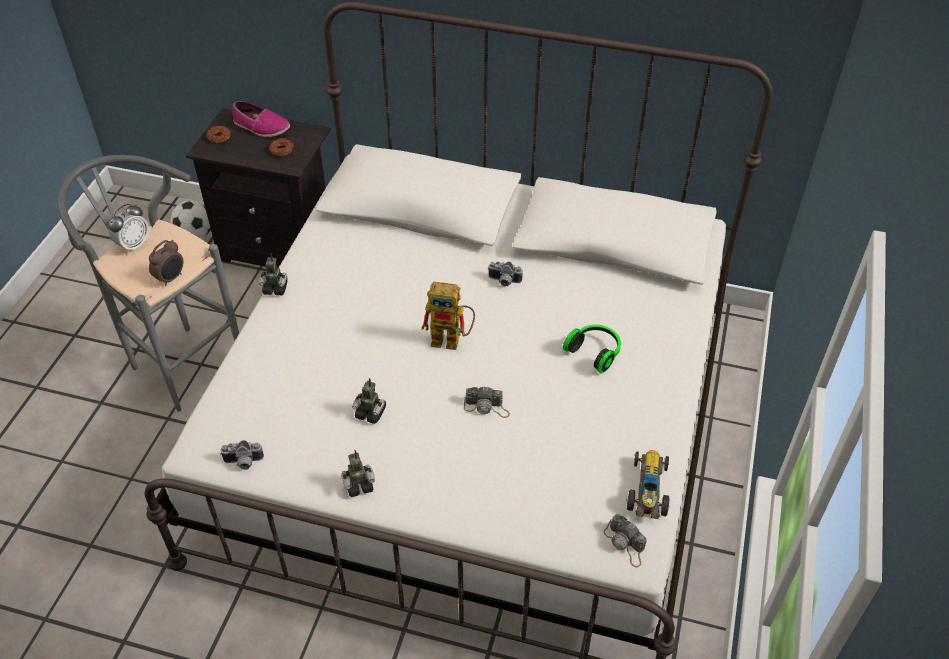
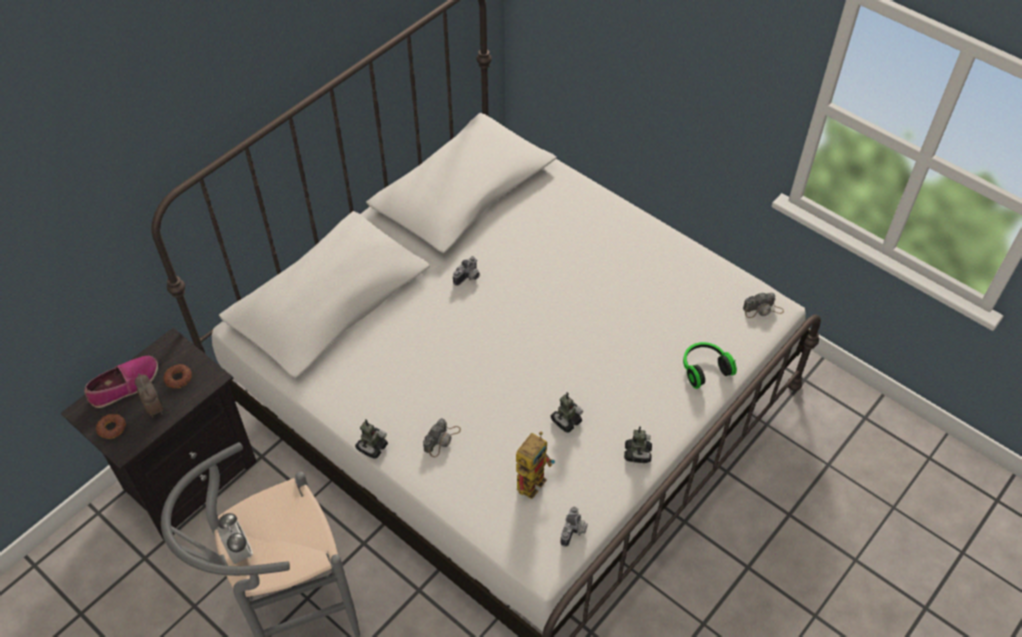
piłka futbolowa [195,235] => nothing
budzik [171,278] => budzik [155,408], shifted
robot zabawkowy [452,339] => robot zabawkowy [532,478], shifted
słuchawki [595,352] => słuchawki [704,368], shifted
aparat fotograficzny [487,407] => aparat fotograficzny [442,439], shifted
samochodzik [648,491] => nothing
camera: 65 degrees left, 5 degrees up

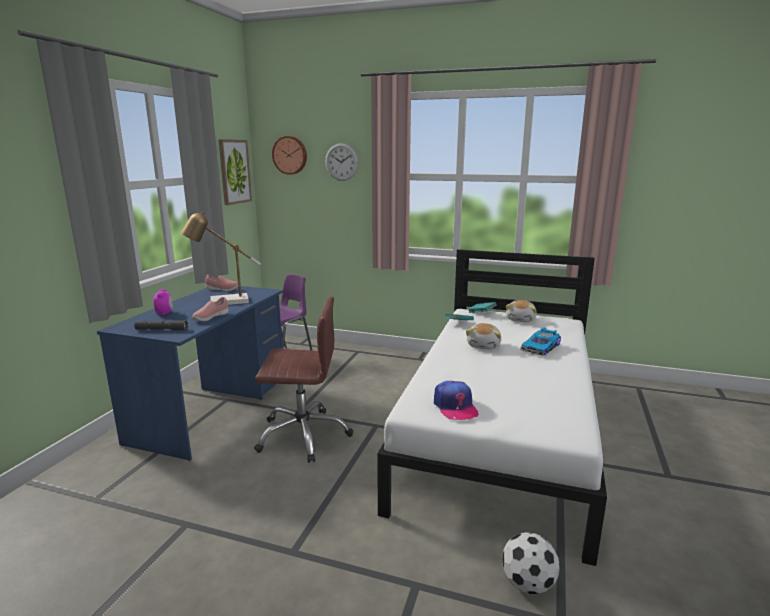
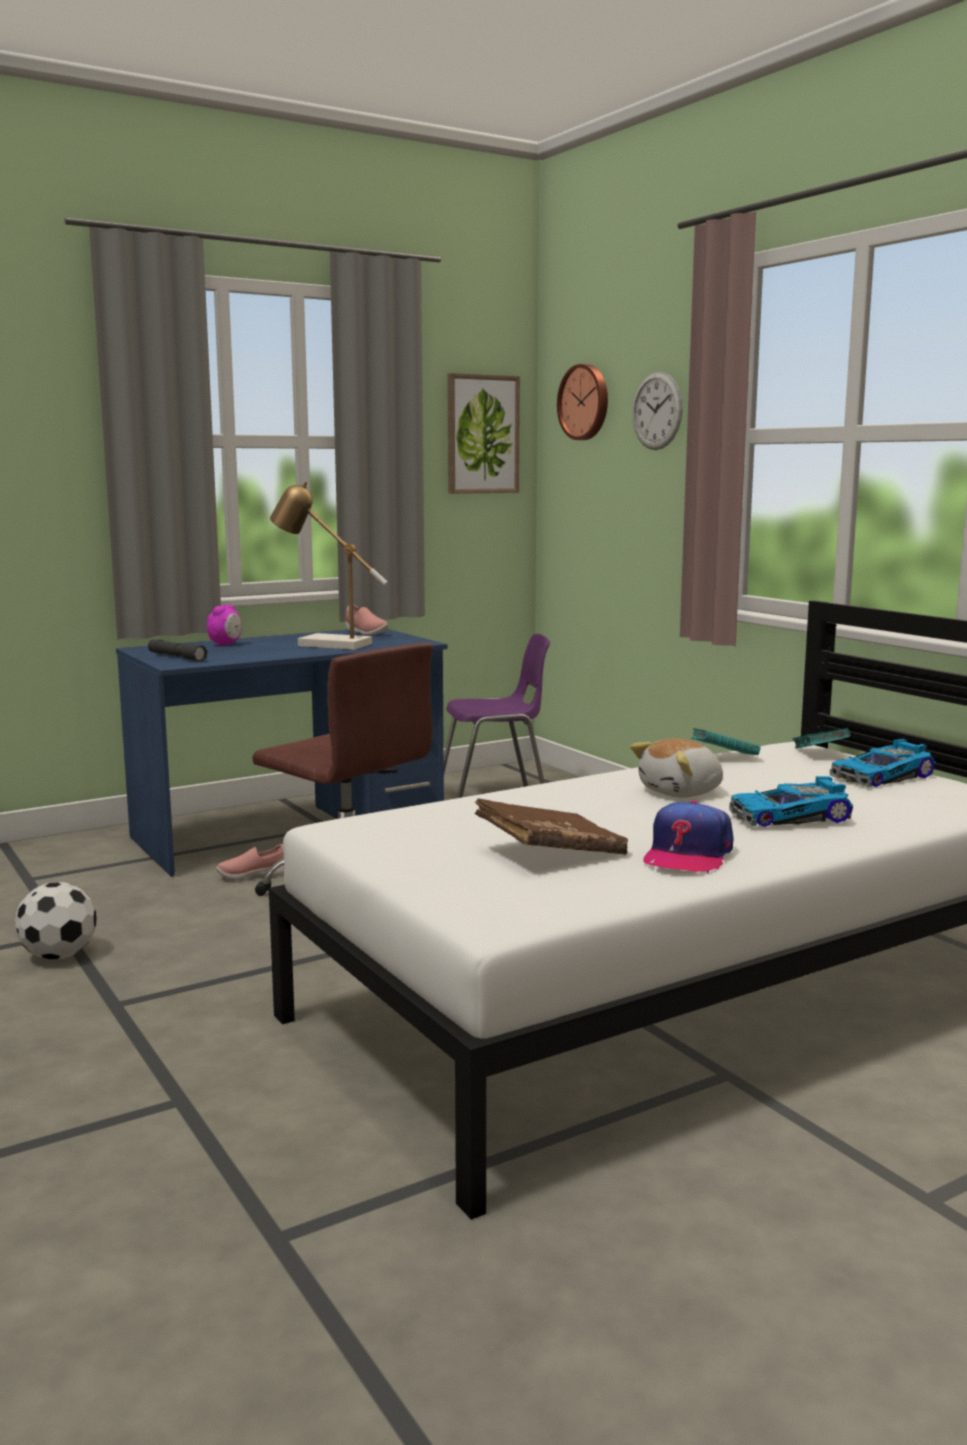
but [różowy] [210,318] => but [różowy] [253,876], shifted
pluszak [521,319] => samochodzik [883,777]
czapka z daszkiem [455,407] => czapka z daszkiem [687,855], shifted
piłka futbolowa [527,583] => piłka futbolowa [59,955], shifted
nothing => książka [brązowy] [551,851]
camera: 40 degrees right, 5 degrees down

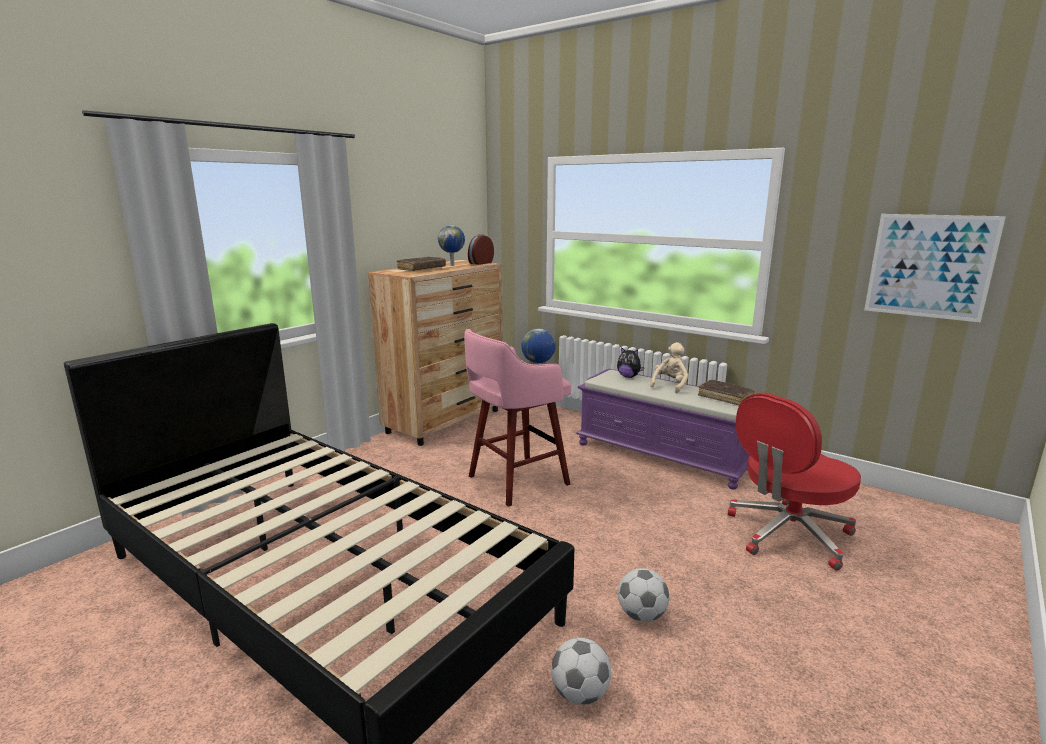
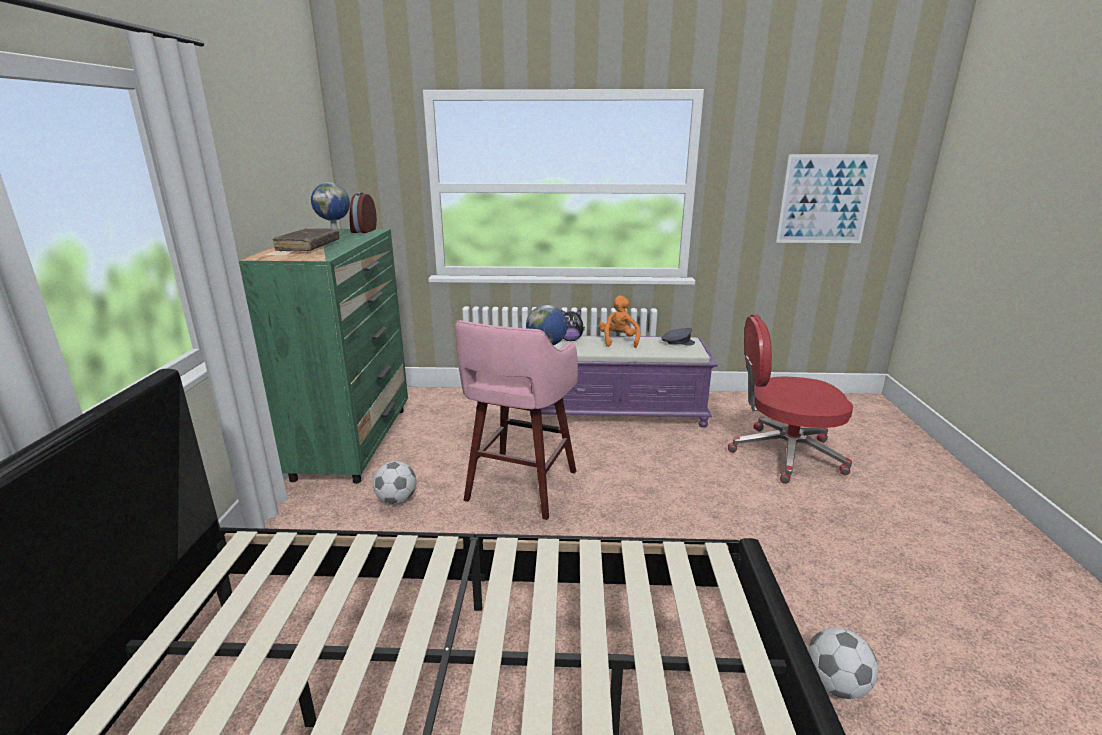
komoda [brązowy] [445,421] => komoda [zielony] [354,441]
pluszak [beżowy] [670,385] => pluszak [pomarańczowy] [618,341]
książka [brązowy] [725,397] => czapka z daszkiem [szary] [677,342]
krzesło biurowe [czerwony] [787,534] => krzesło biurowe [czerwony] [784,454], 75 degrees clockwise
piłka futbolowa [641,615] => piłka futbolowa [396,500], shifted
camera: 35 degrees left, 5 degrees up

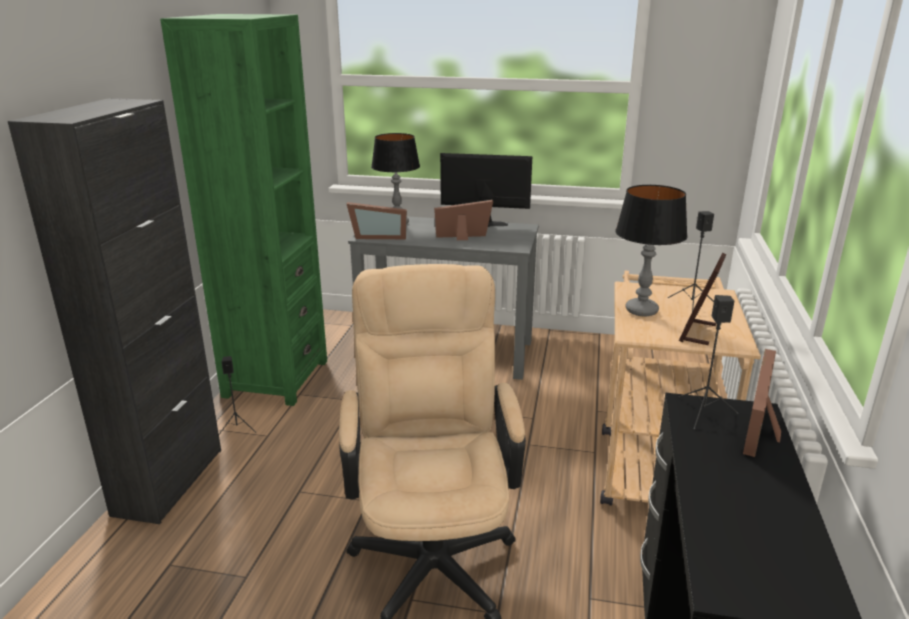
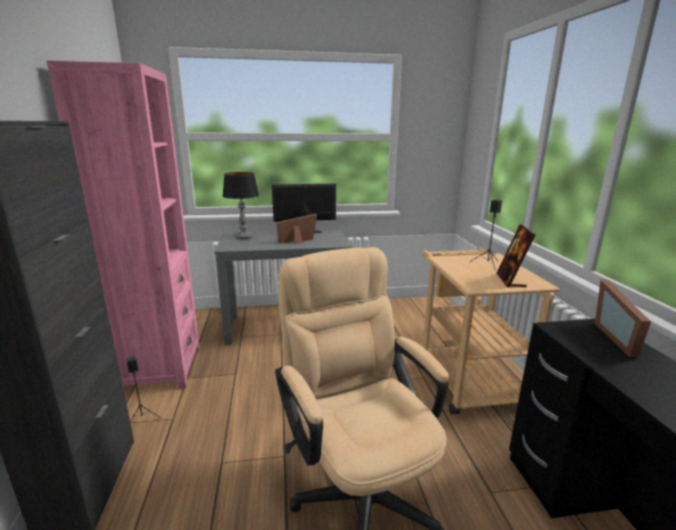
regał [zielony] [276,378] => regał [różowy] [162,368]
lampa stołowa [641,310] => nothing
ramka na zdjęcie [378,236] => nothing
głośnik [czarny] [703,413] => nothing
camera: 20 degrees left, 5 degrees down

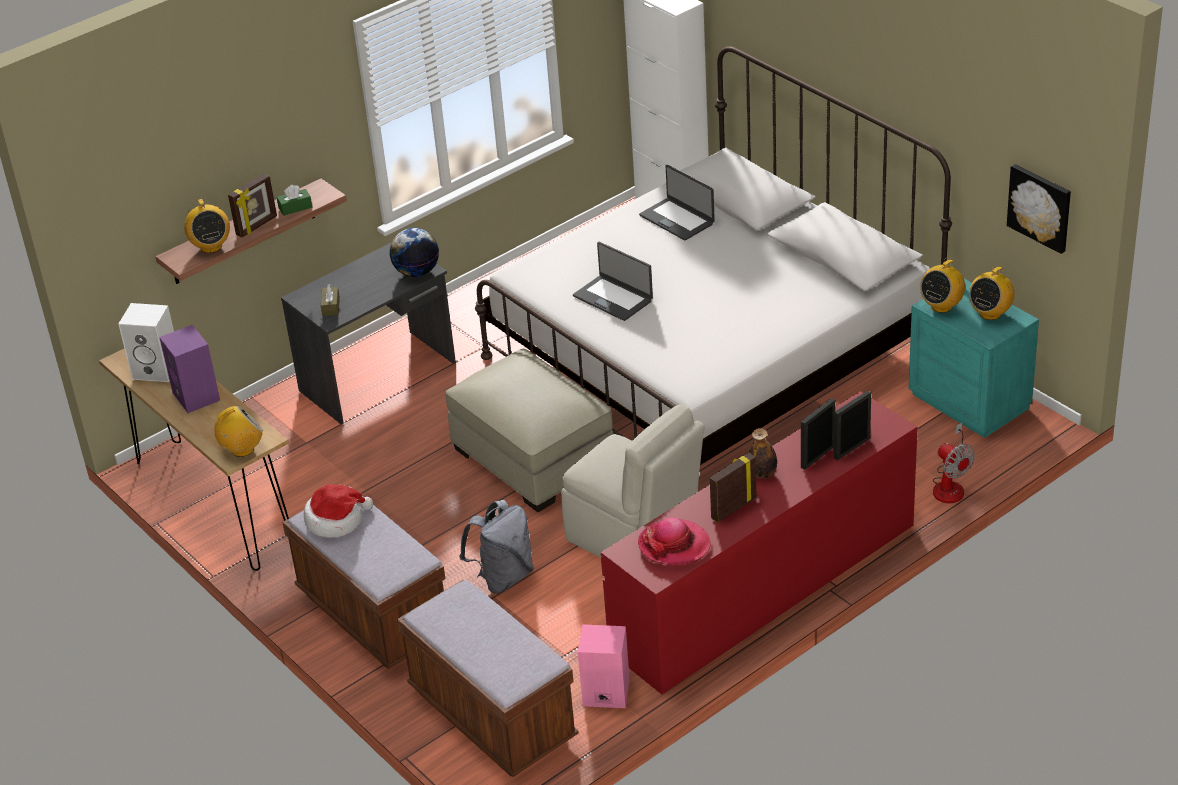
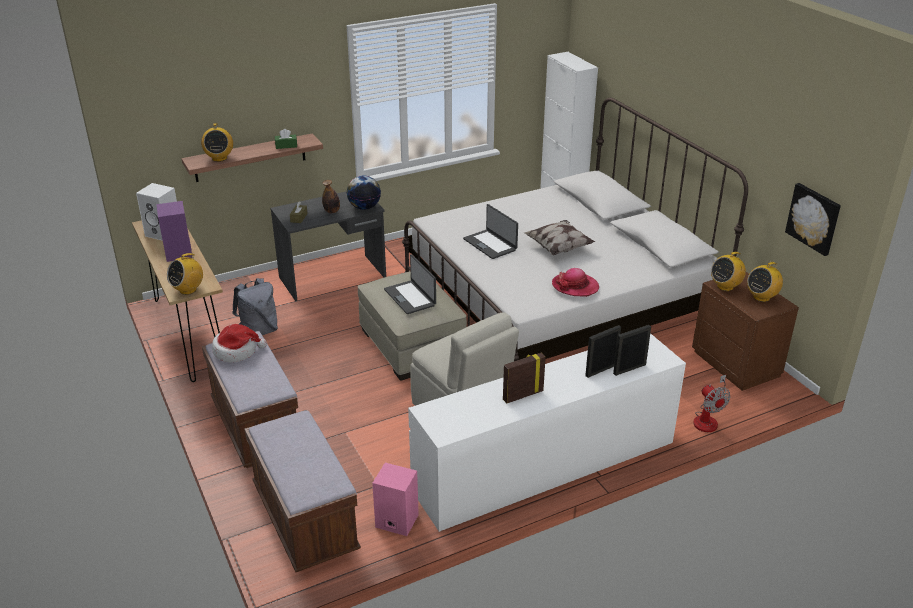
laptop [677,219] => laptop [410,297], shifted
ramka na zdjęcie [257,226] => nothing
szafka nocna [turkusowy] [970,401] => szafka nocna [brązowy] [736,364]
komoda [czerwony] [765,587] => komoda [biały] [546,465]
radio [242,449] => radio [188,290], 150 degrees clockwise
butelka [763,474] => butelka [332,211], shifted
plecak [szary] [503,577] => plecak [szary] [259,331], shifted
kapelusz [674,545] => kapelusz [575,286], shifted
nothing => poduszka [558,247]
camera: 10 degrees right, 5 degrees down

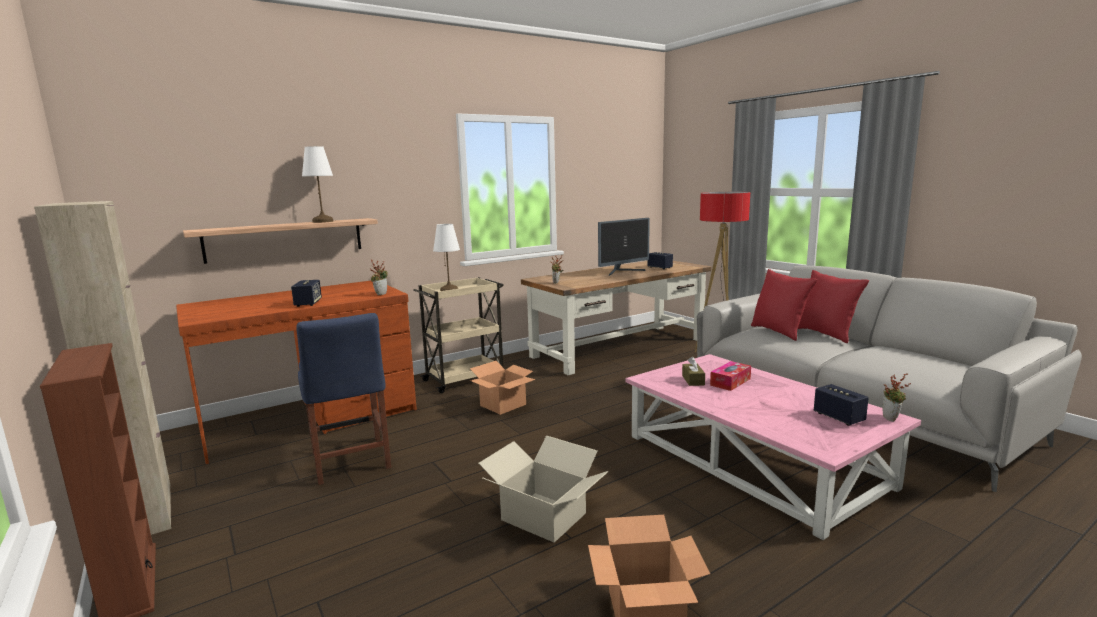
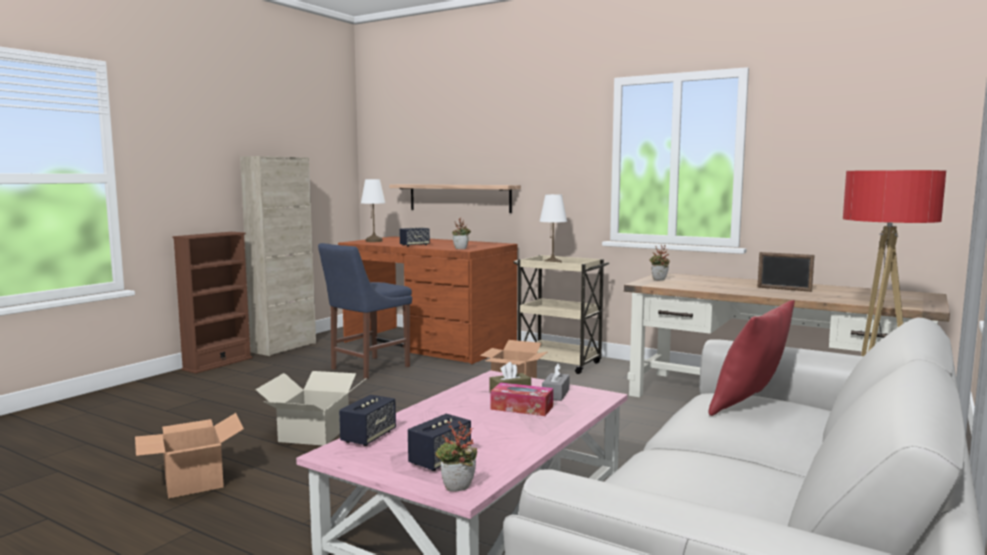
lampa stołowa [biały] [322,221] => lampa stołowa [biały] [374,241], shifted
monitor [622,272] => ramka na zdjęcie [784,289]
głośnik [659,268] => głośnik [368,437], shifted
poduszka [czerwony] [826,334] => nothing
nothing => pudełko chusteczek [szary] [555,394]
camera: 65 degrees right, 5 degrees down

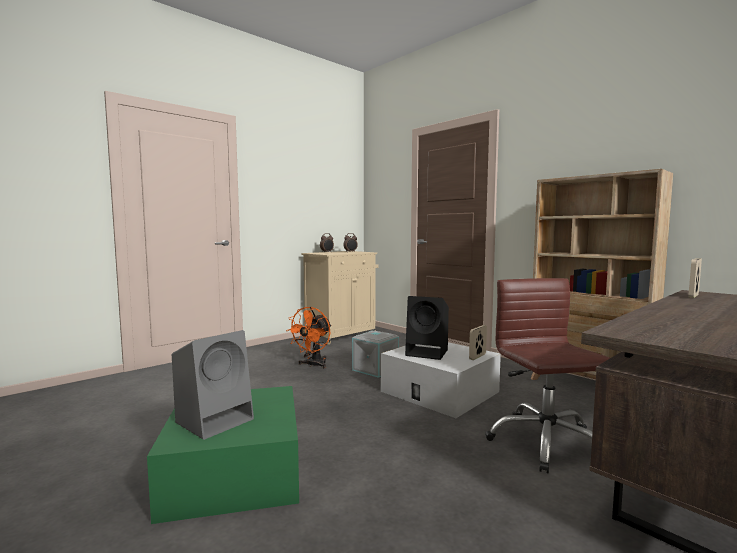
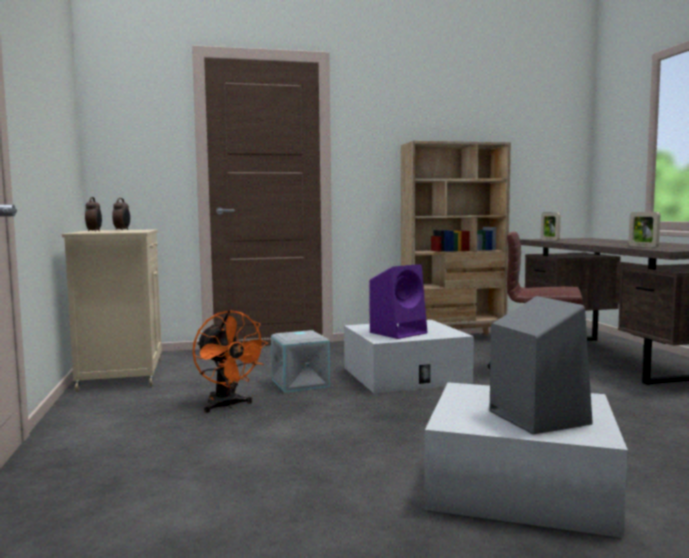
głośnik [czarny] [428,353] => głośnik [fioletowy] [399,332]
ramka na zdjęcie [477,357] => ramka na zdjęcie [643,246], shifted
pojemnik do przechowywania [zielony] [234,470] => pojemnik do przechowywania [biały] [520,484]
camera: 60 degrees left, 0 degrees up

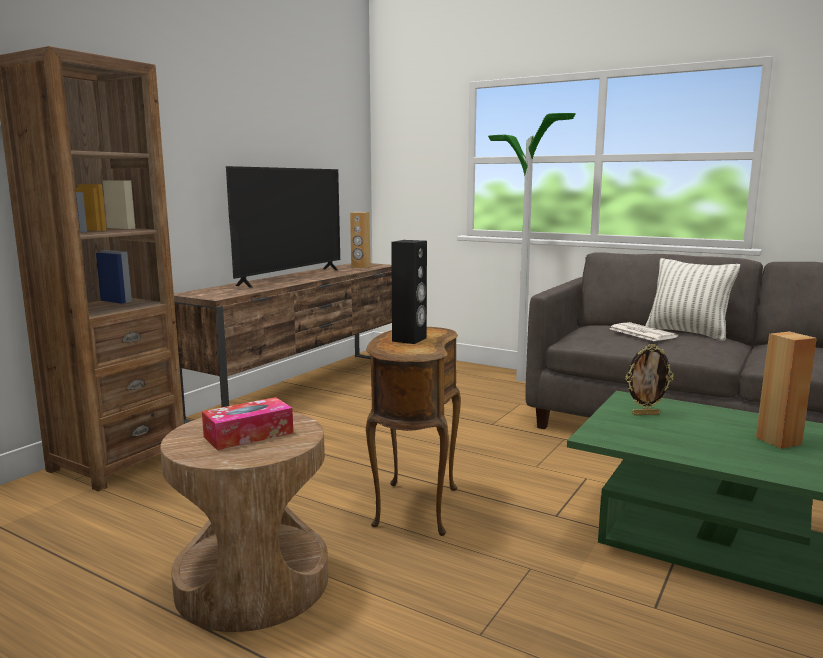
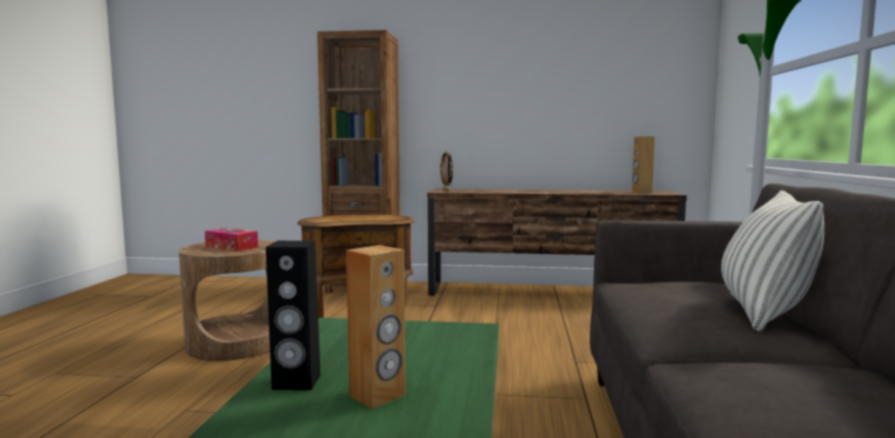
telewizor [290,277] => nothing
głośnik [czarny] [409,339] => głośnik [czarny] [296,382], shifted
gazeta [641,333] => nothing
ramka na zdjęcie [645,414] => ramka na zdjęcie [446,191], shifted
camera: 65 degrees right, 5 degrees down

